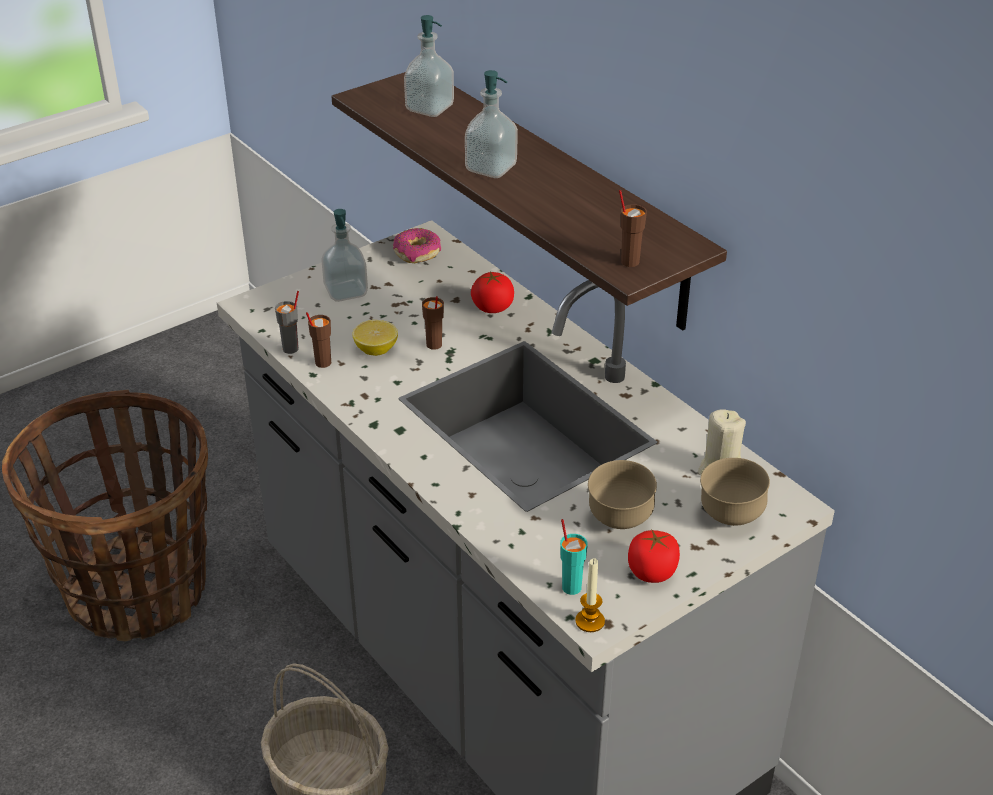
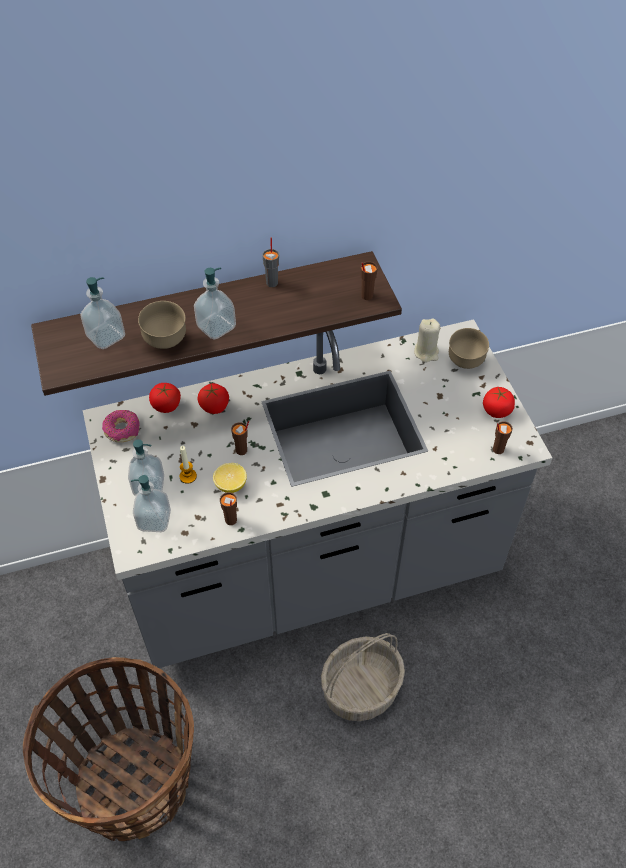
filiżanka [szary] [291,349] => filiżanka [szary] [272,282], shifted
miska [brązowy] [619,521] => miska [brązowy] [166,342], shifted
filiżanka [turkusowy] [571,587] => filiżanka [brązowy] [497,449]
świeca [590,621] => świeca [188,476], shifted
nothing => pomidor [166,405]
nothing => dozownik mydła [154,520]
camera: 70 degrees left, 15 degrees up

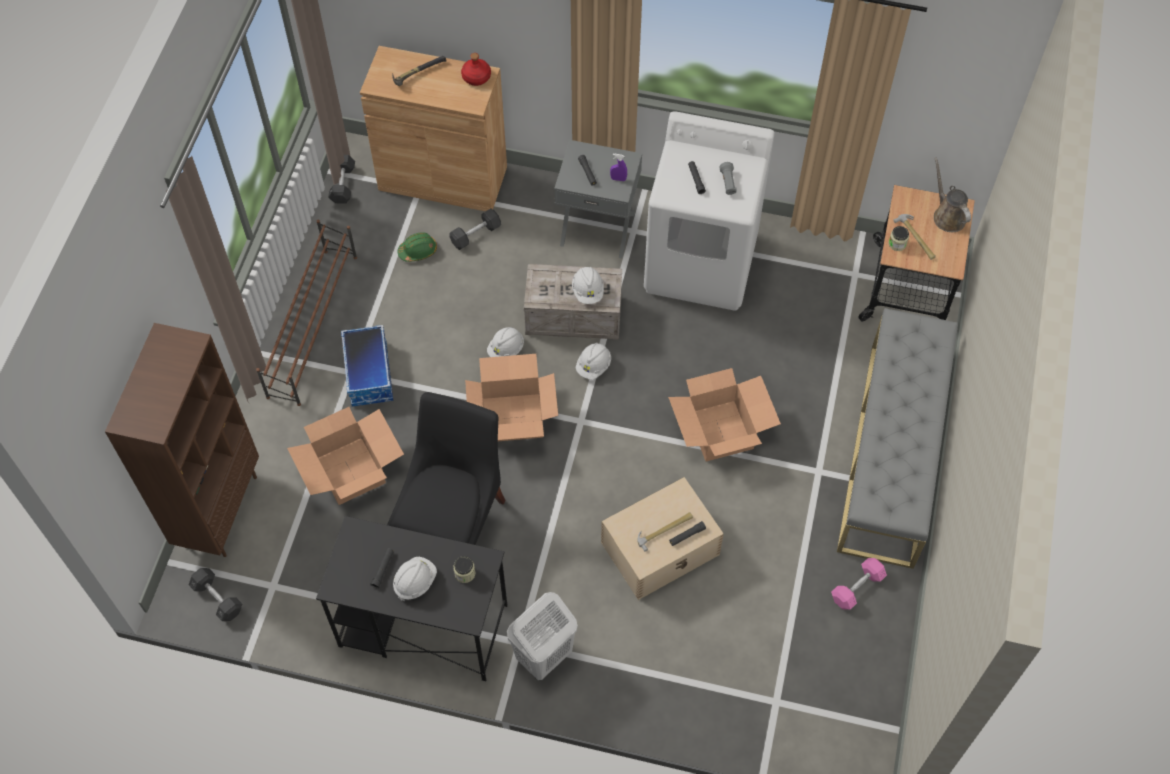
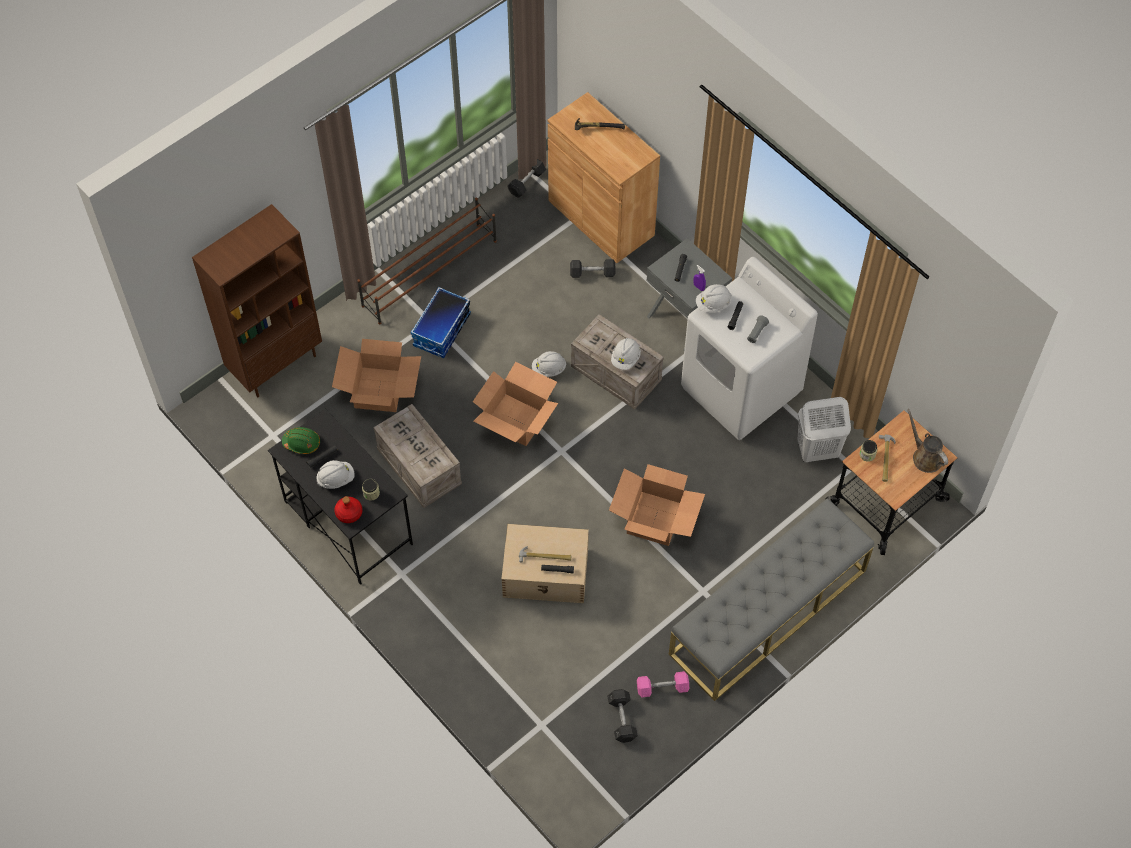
butelka [czerwony] [476,77] => butelka [czerwony] [349,513], shifted
konewka [brązowy] [947,216] => konewka [brązowy] [925,457], 45 degrees counterclockwise
kask [zielony] [418,251] => kask [zielony] [302,443], shifted
kask [biały] [593,366] => kask [biały] [713,304], shifted
krzesło [czarny] [454,522] => skrzynka [420,467]
hantel [szary] [217,598] => hantel [szary] [622,719], shifted
kosz na pranie [biały] [543,656] => kosz na pranie [biały] [816,451], shifted
camera: 35 degrees right, 0 degrees up

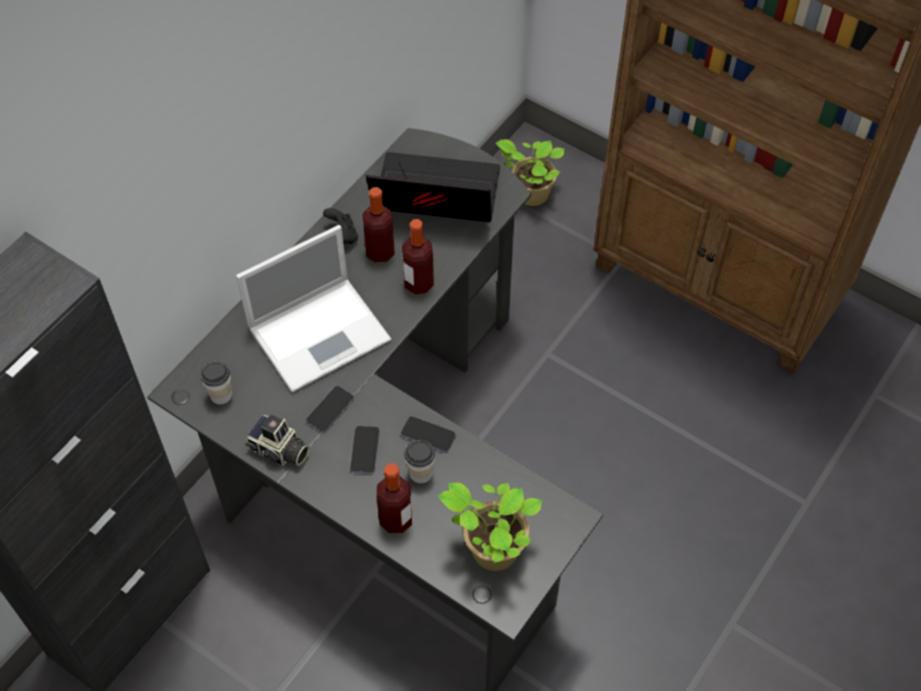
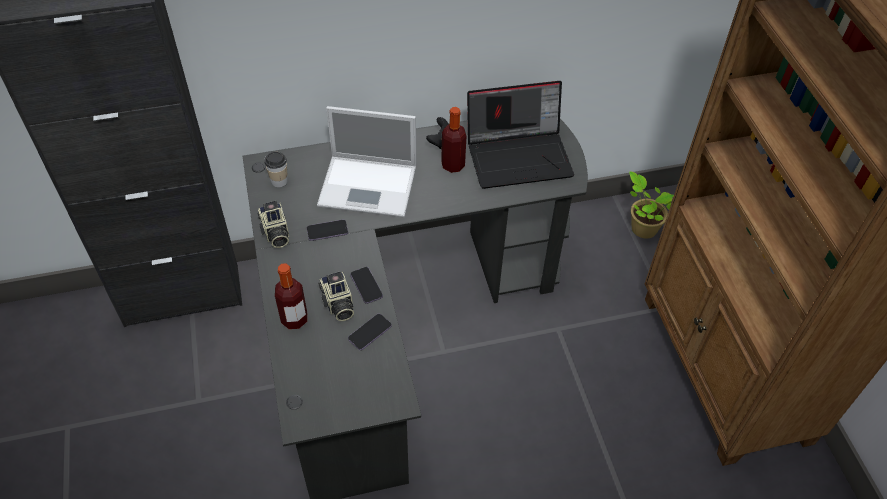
laptop [433,198] => laptop [519,155], 120 degrees clockwise
butelka [418,283] => nothing
telefon [365,450] => telefon [370,332], shifted
filiżanka [420,473] => aparat fotograficzny [337,304]
roślina doniczkowa [490,550] => nothing
camera: 40 degrees right, 5 degrees down

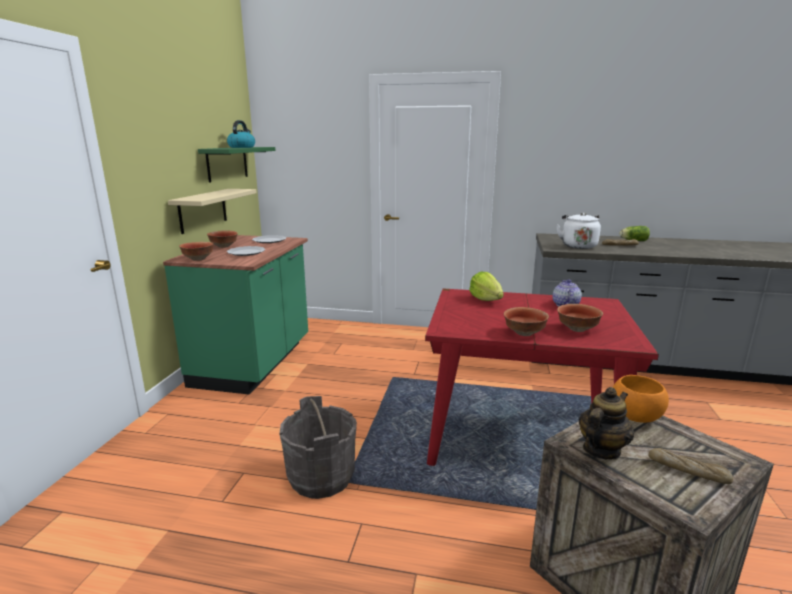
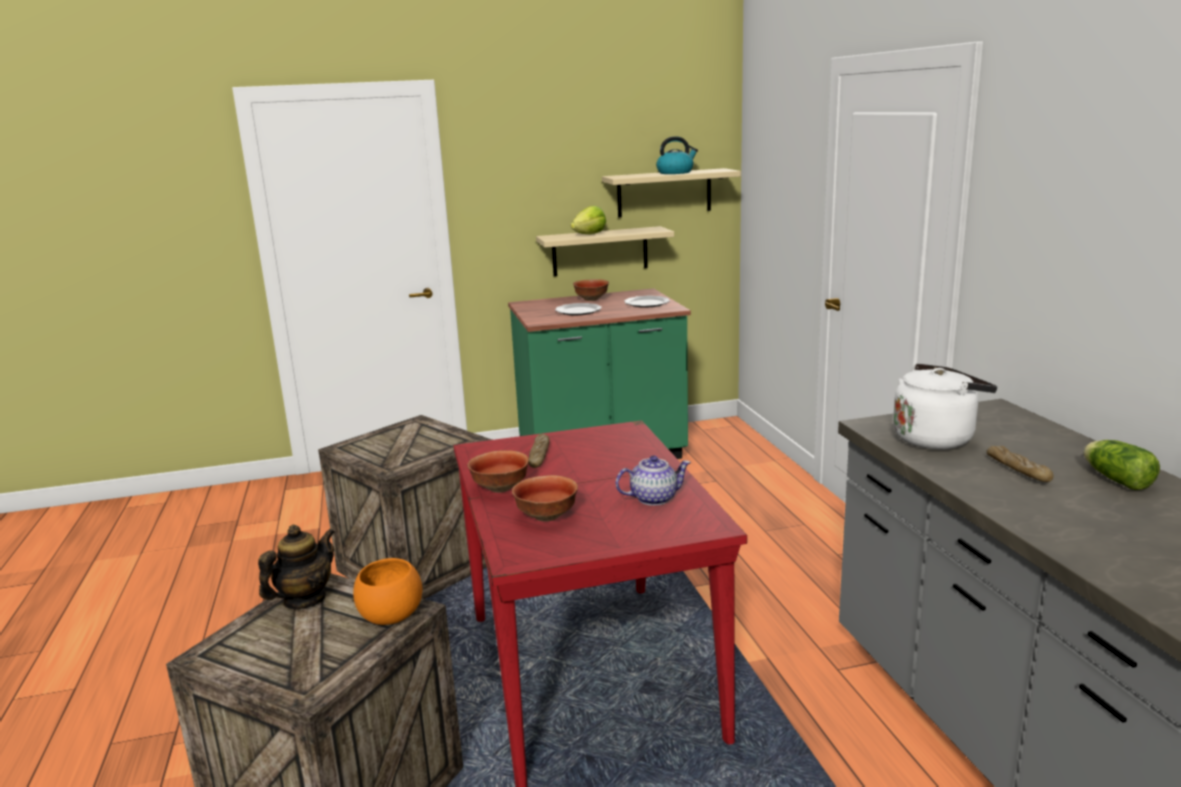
półka [zielony] [227,163] => półka [beżowy] [664,193]
miska [197,259] => nothing
sałata [486,299] => sałata [589,234], shifted
imbryk [600,450] => imbryk [304,600], 75 degrees counterclockwise
wiadro [szary] [321,477] => skrzynka [419,564]
chleb [688,471] => chleb [539,456], shifted
camera: 65 degrees right, 0 degrees up

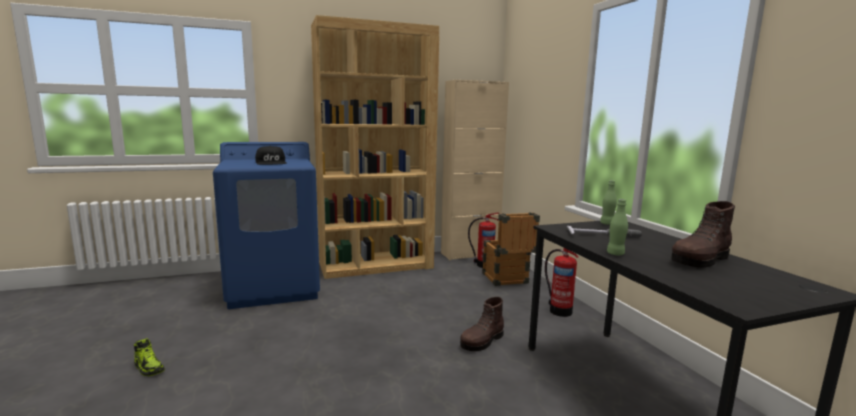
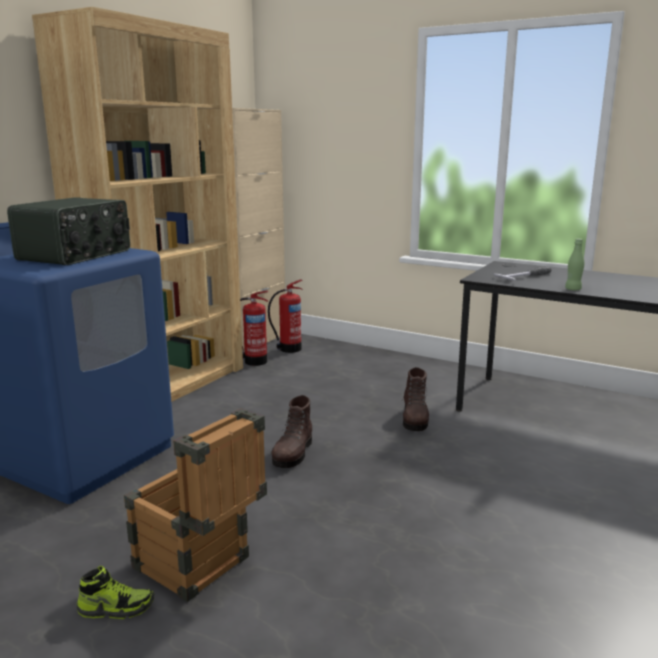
czapka z daszkiem [czarny] [271,162] => radio [76,255]
butelka [zielony] [607,224] => nothing
but z cholewką [brązowy] [700,260] => but z cholewką [brązowy] [293,454], shifted
skrzynka [506,280] => skrzynka [200,568], shifted
gaśnica [559,311] => gaśnica [254,361], shifted
camera: 40 degrees left, 5 degrees up

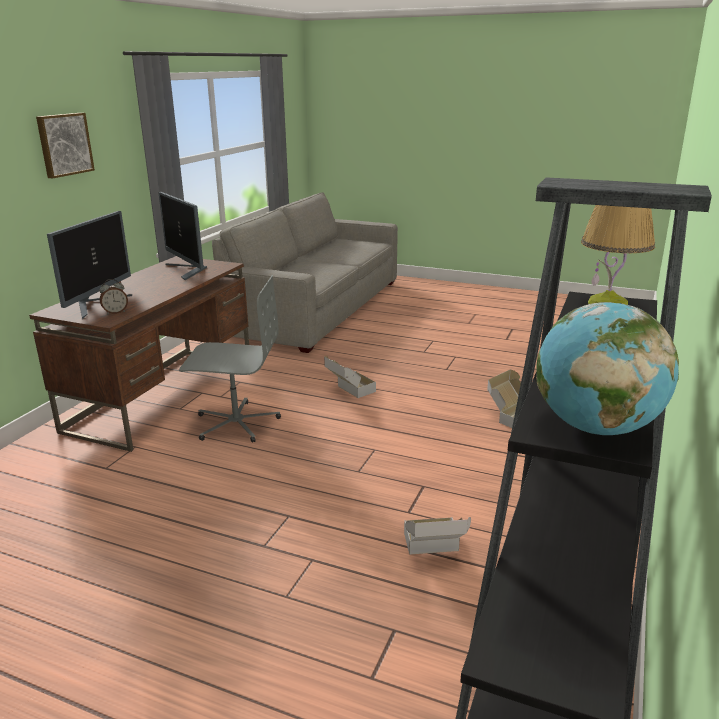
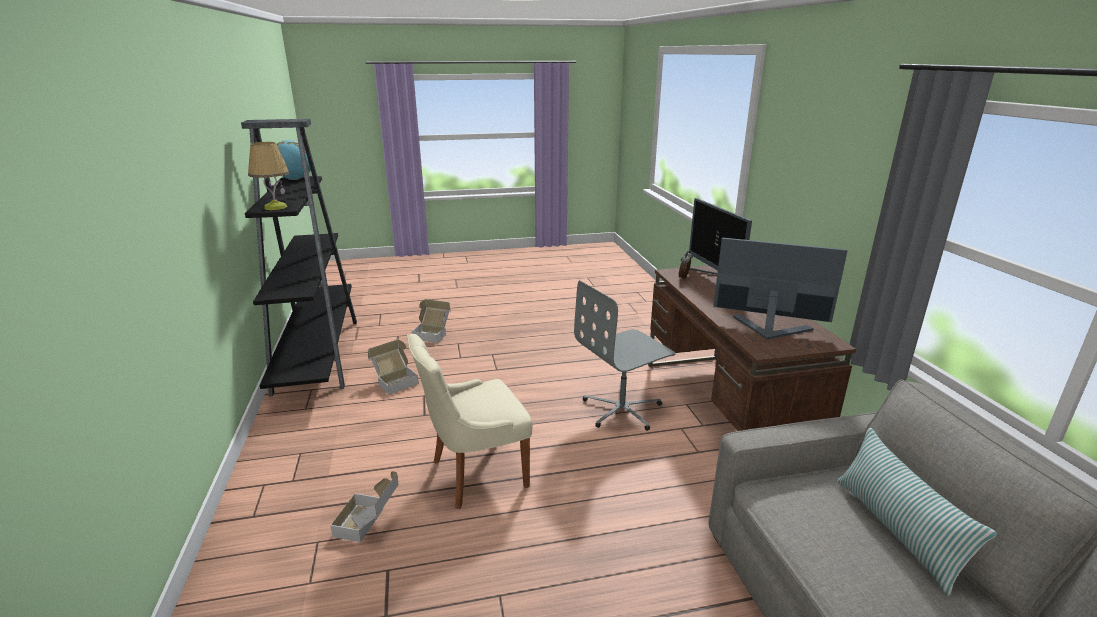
obraz [64,144] => nothing
karton [349,391] => karton [433,334], shifted
nothing => krzesło [beżowy] [475,474]
nothing => poduszka [896,530]
camera: 145 degrees right, 0 degrees up

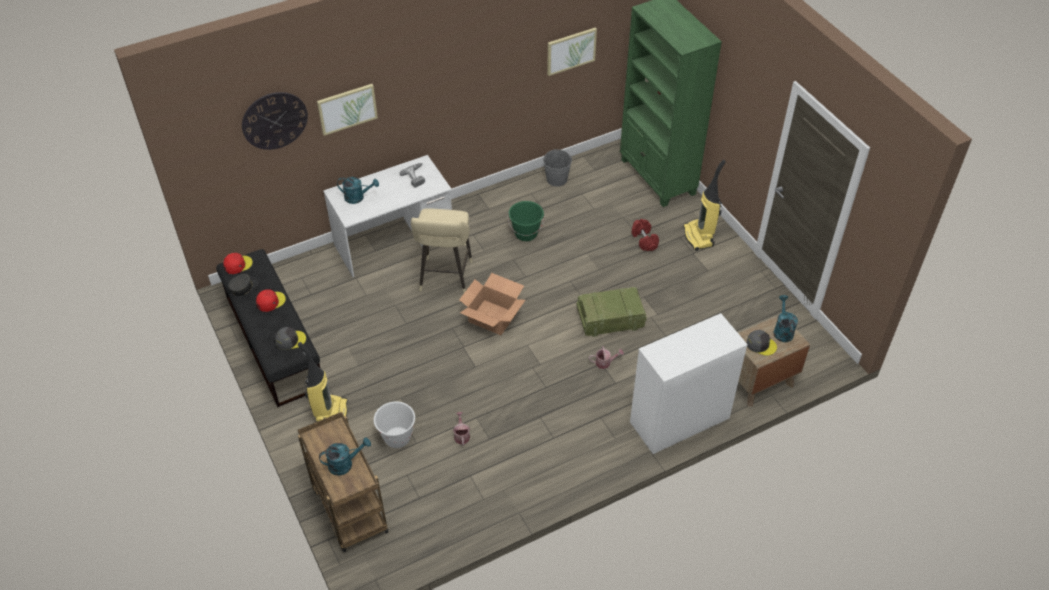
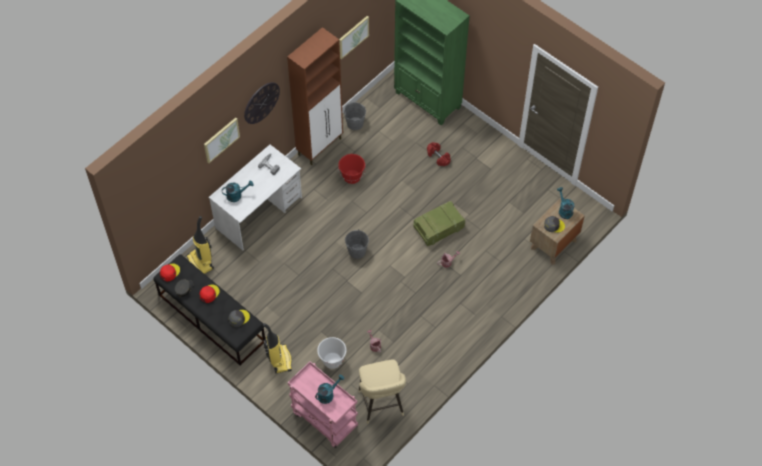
zegar ścienny [274,120] => zegar ścienny [261,102], shifted
odkurzacz [699,237] => odkurzacz [201,262], shifted
wiadro [zielony] [526,233] => wiadro [czerwony] [352,177]
stołek [beżowy] [445,279] => stołek [beżowy] [381,406], shifted
karton [492,317] => wiadro [szary] [357,251]
komoda [biały] [679,420] => nothing
wózek [brązowy] [348,509] => wózek [różowy] [323,419]
nothing => szafka [brązowy] [320,146]
camera: 20 degrees left, 10 degrees up

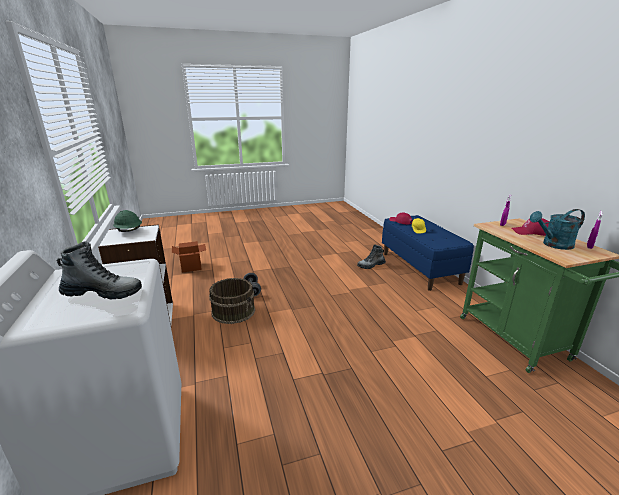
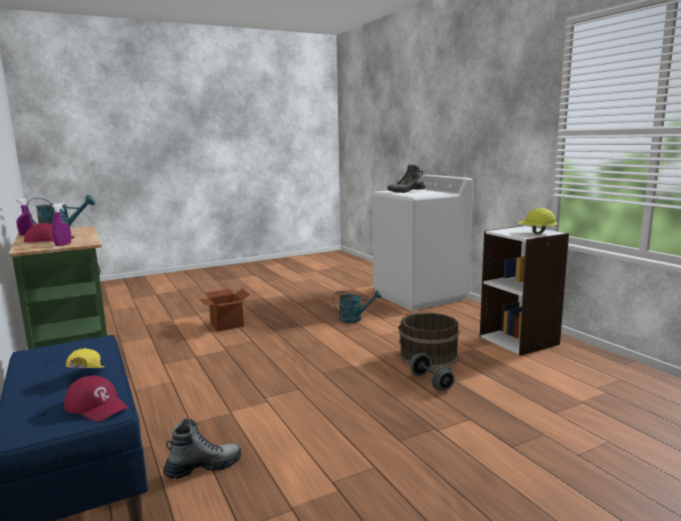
kask [zielony] [129,231] => kask [żółty] [536,233]
karton [191,267] => karton [227,325], shifted
nothing => konewka [turkusowy] [355,319]
camera: 170 degrees right, 10 degrees down

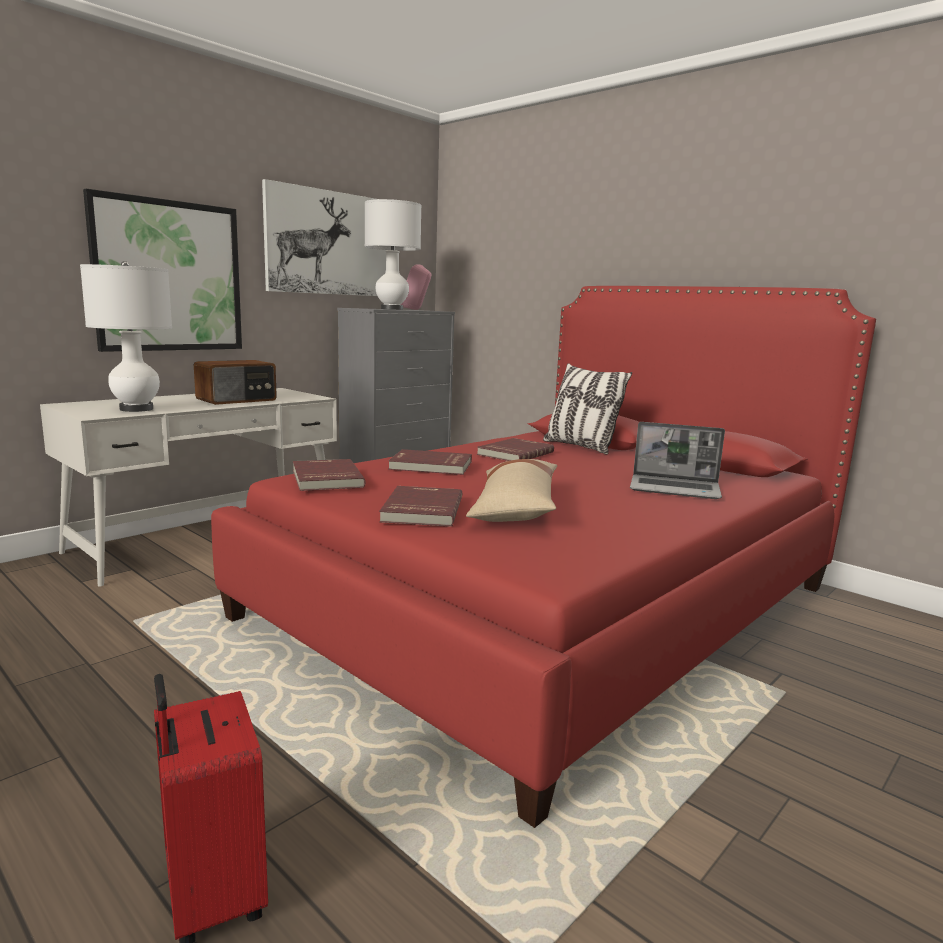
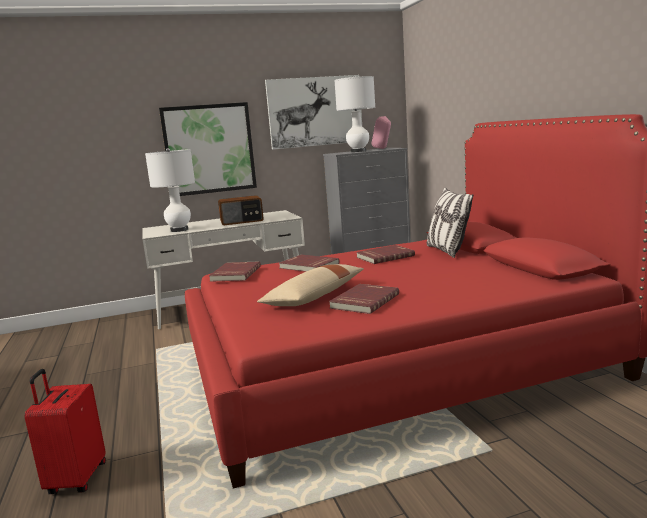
laptop [675,489] => nothing
książka [czerwony] [420,510] => książka [czerwony] [363,301], shifted
camera: 30 degrees right, 0 degrees up

